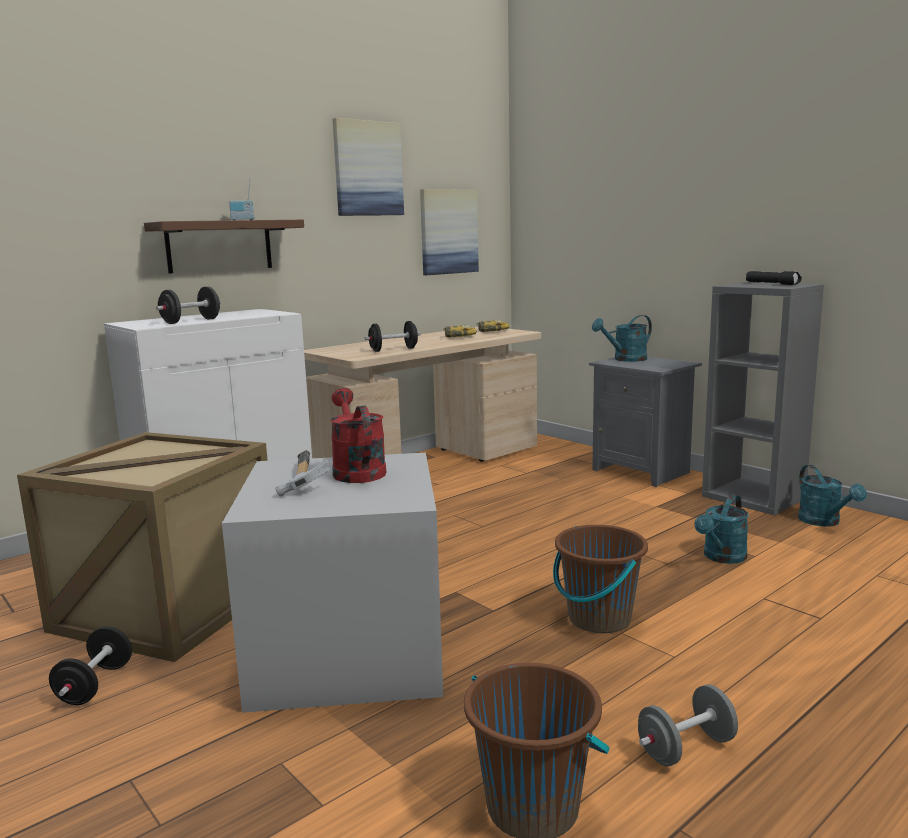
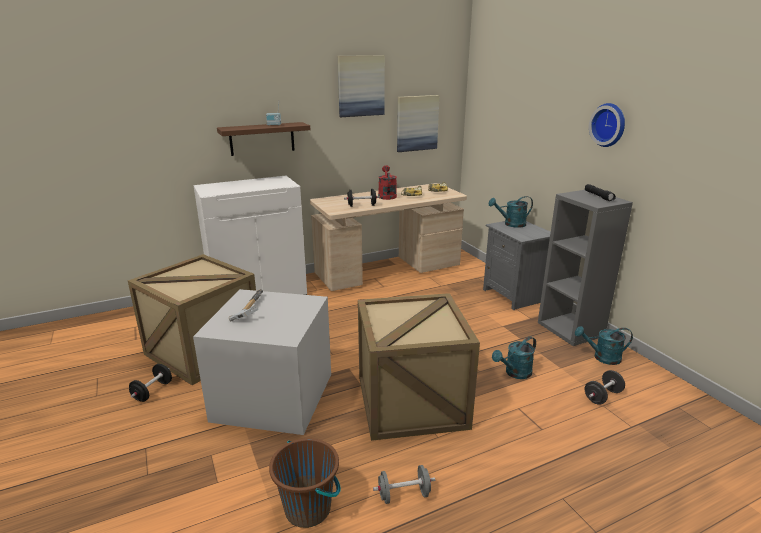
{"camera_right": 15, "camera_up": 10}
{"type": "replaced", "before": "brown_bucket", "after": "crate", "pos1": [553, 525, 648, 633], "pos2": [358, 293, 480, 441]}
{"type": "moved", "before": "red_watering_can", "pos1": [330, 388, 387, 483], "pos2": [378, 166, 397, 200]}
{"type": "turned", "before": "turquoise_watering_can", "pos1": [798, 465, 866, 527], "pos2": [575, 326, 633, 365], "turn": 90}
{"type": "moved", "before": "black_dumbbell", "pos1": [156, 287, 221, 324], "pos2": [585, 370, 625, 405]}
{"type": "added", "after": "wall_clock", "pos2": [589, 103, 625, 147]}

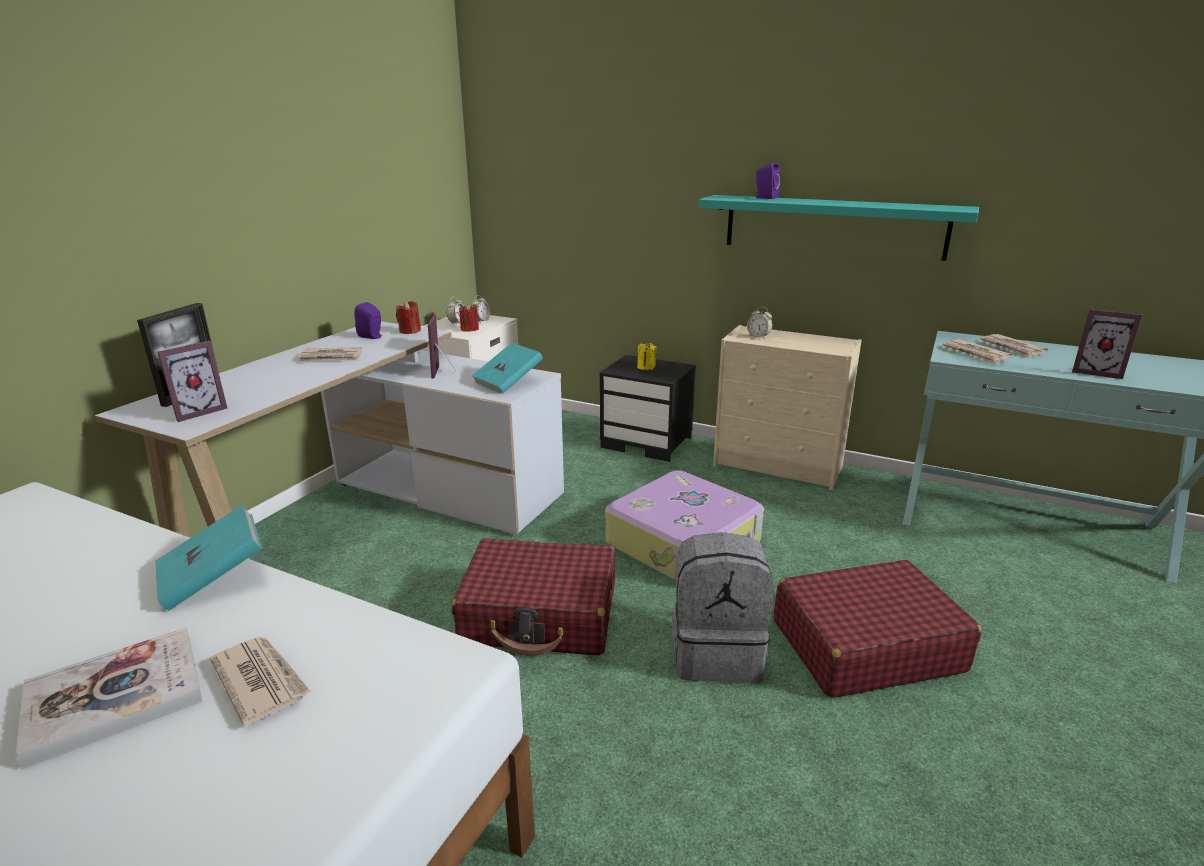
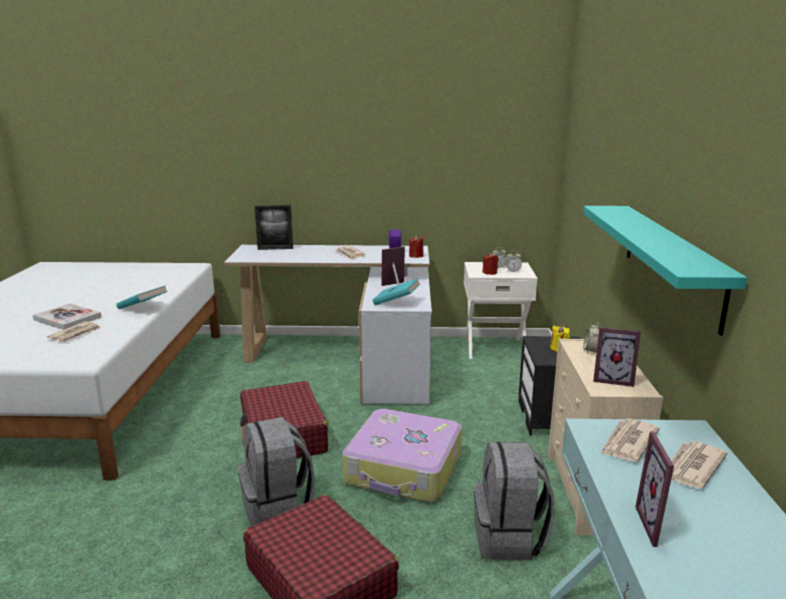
{"camera_right": 65, "camera_up": -5}
{"type": "added", "after": "grey_backpack", "pos2": [474, 442, 554, 560]}
{"type": "moved", "before": "picture_frame", "pos1": [158, 341, 227, 422], "pos2": [593, 327, 641, 387]}
{"type": "removed", "before": "purple_speaker", "pos1": [754, 163, 781, 199]}

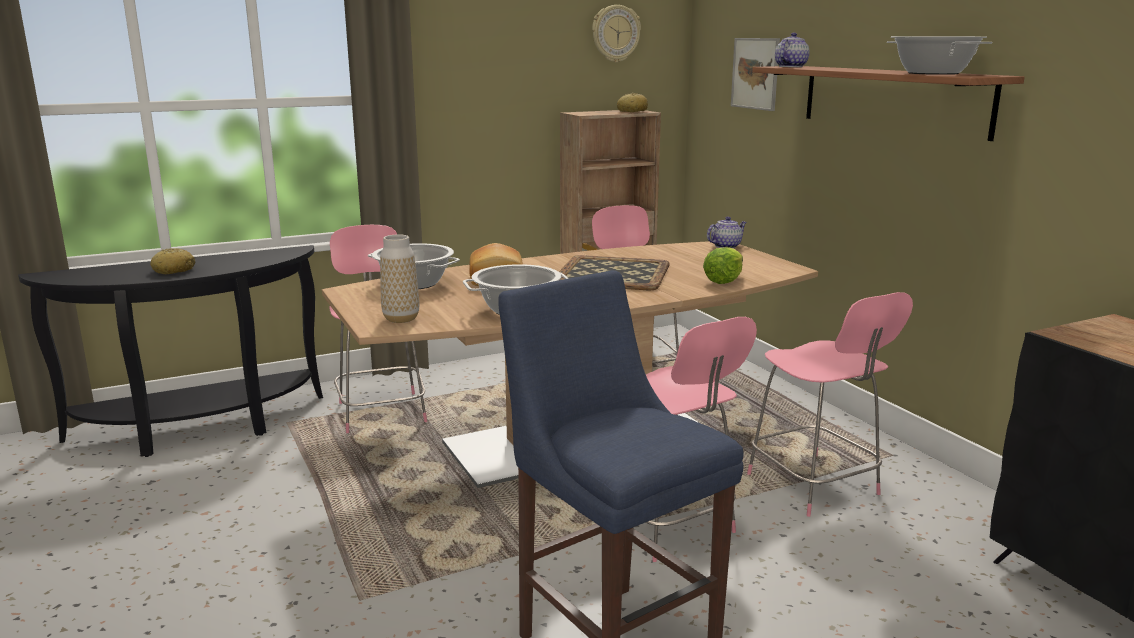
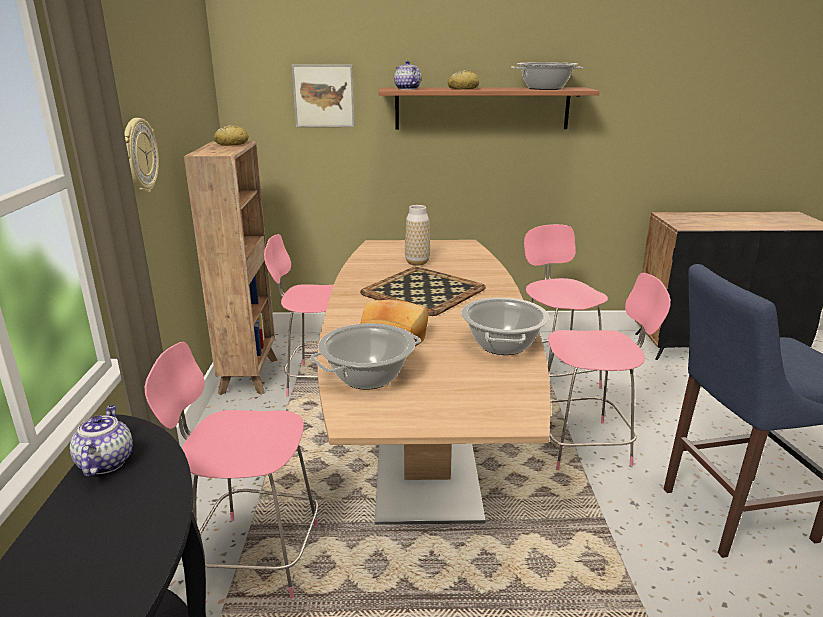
{"camera_right": -65, "camera_up": 5}
{"type": "moved", "before": "teapot", "pos1": [707, 217, 747, 248], "pos2": [70, 405, 133, 477]}
{"type": "moved", "before": "wall_clock", "pos1": [592, 5, 641, 63], "pos2": [124, 118, 159, 192]}
{"type": "moved", "before": "vase", "pos1": [380, 234, 419, 323], "pos2": [405, 205, 430, 266]}
{"type": "moved", "before": "bread", "pos1": [150, 248, 196, 274], "pos2": [448, 70, 479, 89]}
{"type": "turned", "before": "pink_chair", "pos1": [747, 292, 913, 517], "pos2": [524, 224, 608, 389], "turn": -105}
{"type": "removed", "before": "lettuce", "pos1": [703, 247, 743, 284]}

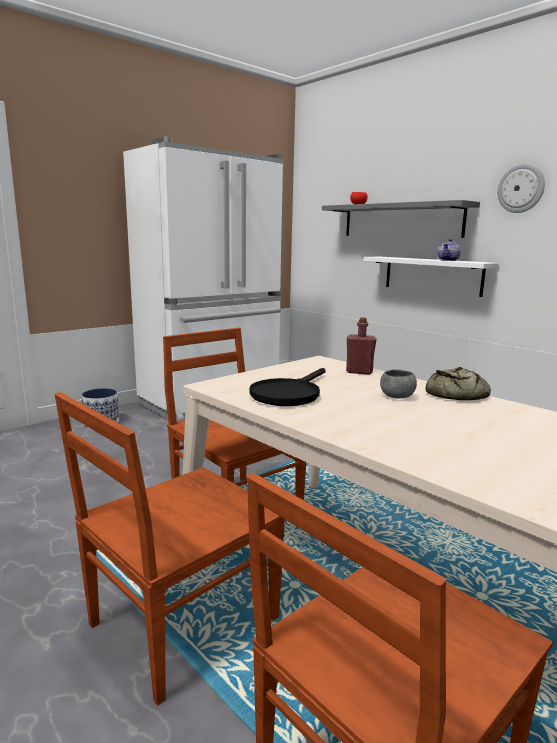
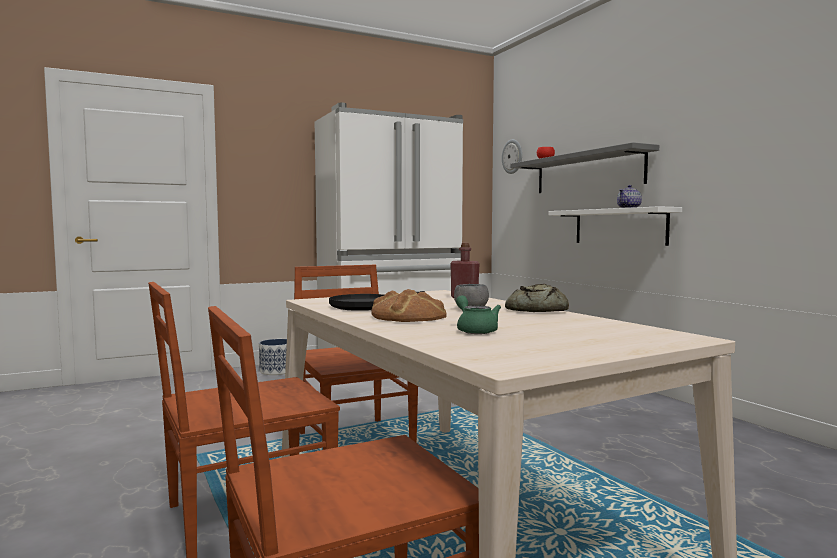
{"camera_right": 15, "camera_up": -10}
{"type": "added", "after": "bread", "pos2": [372, 289, 447, 322]}
{"type": "added", "after": "green_teapot", "pos2": [456, 295, 501, 334]}
{"type": "moved", "before": "wall_clock", "pos1": [497, 163, 545, 213], "pos2": [502, 139, 522, 174]}

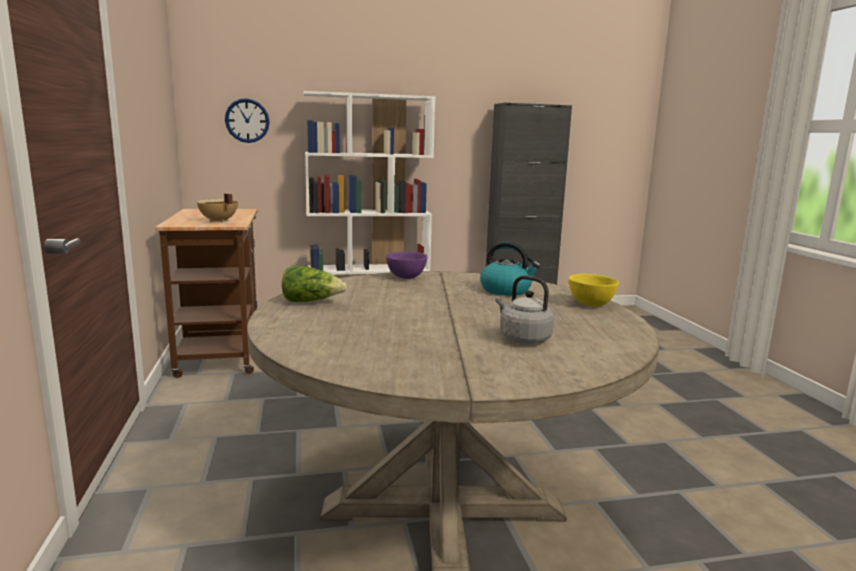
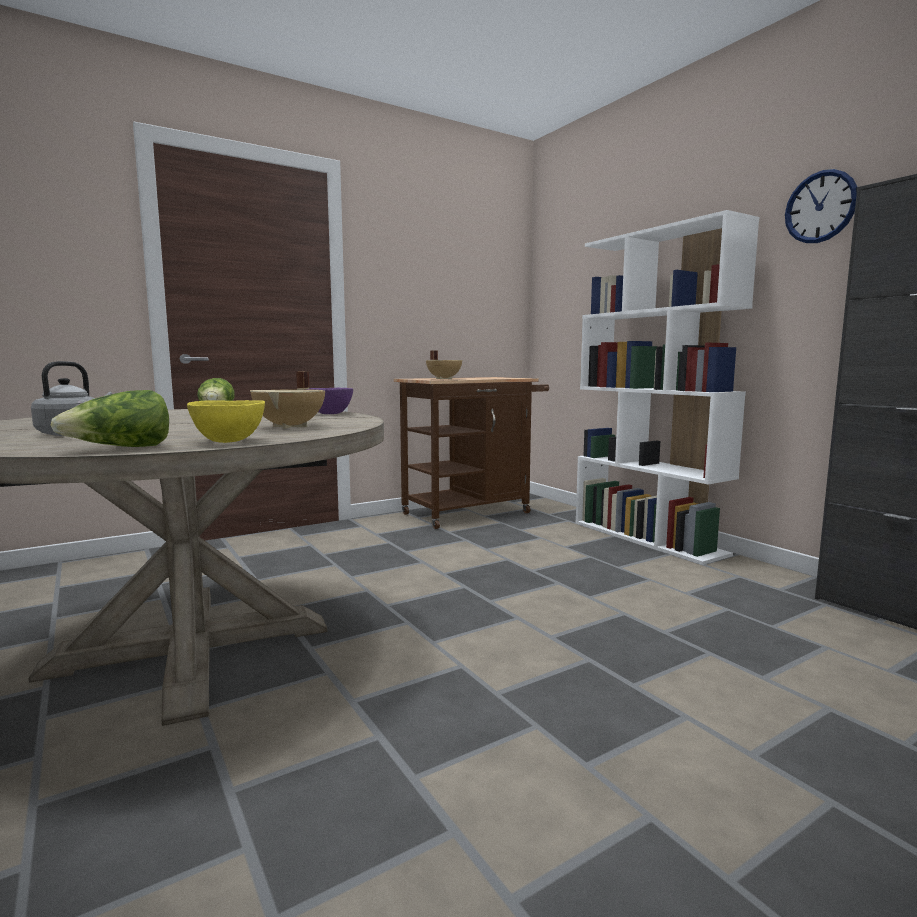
{"camera_right": 70, "camera_up": -5}
{"type": "added", "after": "lettuce", "pos2": [51, 390, 169, 447]}
{"type": "replaced", "before": "kettle", "after": "beige_cooking_pot", "pos1": [480, 242, 541, 296], "pos2": [250, 371, 325, 429]}
{"type": "moved", "before": "wall_clock", "pos1": [225, 98, 270, 143], "pos2": [785, 169, 857, 243]}

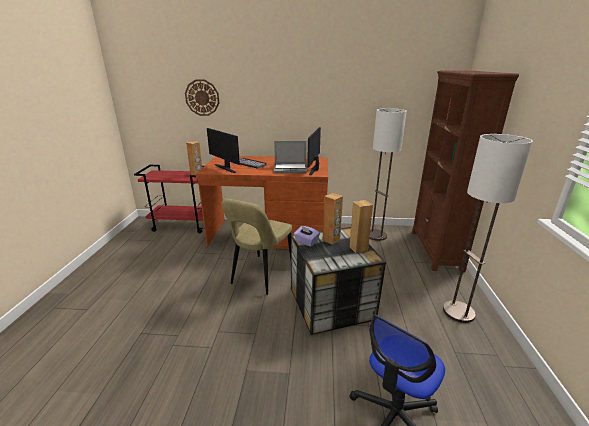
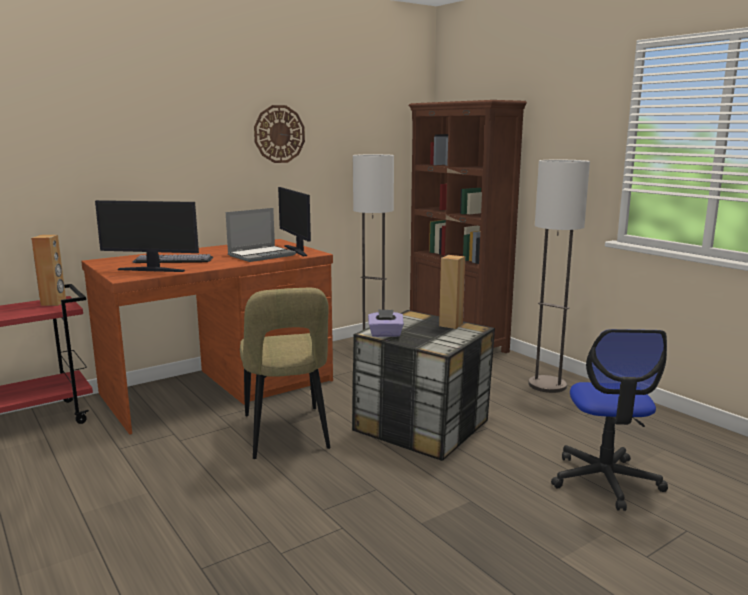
{"camera_right": -40, "camera_up": -10}
{"type": "moved", "before": "wall_clock", "pos1": [185, 80, 219, 116], "pos2": [254, 105, 305, 163]}
{"type": "removed", "before": "brown_speaker", "pos1": [322, 193, 343, 245]}

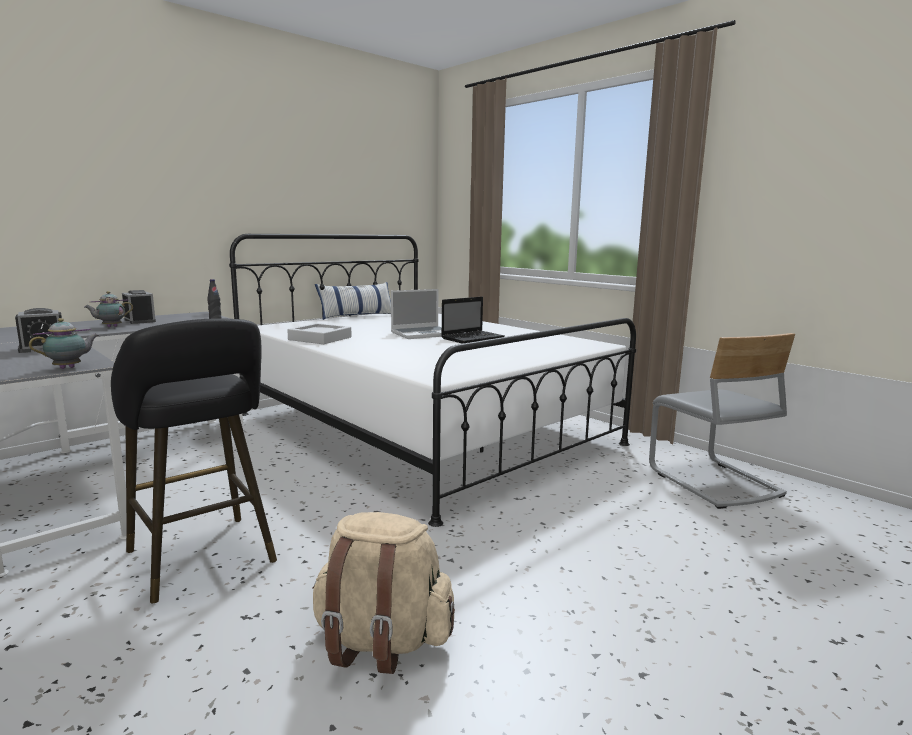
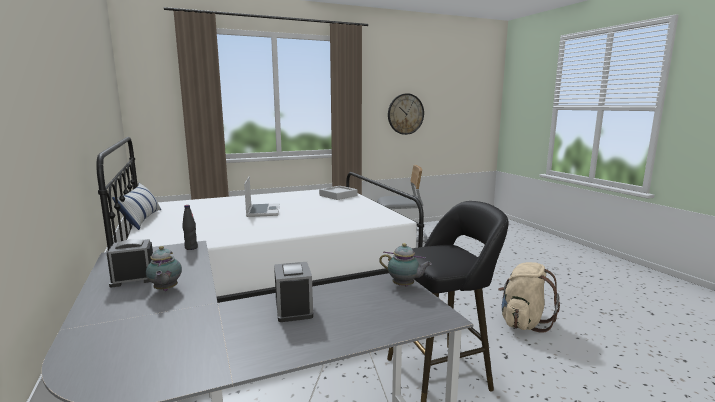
{"camera_right": -70, "camera_up": 0}
{"type": "moved", "before": "grey_tray", "pos1": [287, 323, 352, 344], "pos2": [319, 186, 358, 200]}
{"type": "turned", "before": "teapot", "pos1": [29, 318, 99, 369], "pos2": [379, 243, 432, 287], "turn": 135}
{"type": "added", "after": "wall_clock", "pos2": [388, 93, 424, 135]}
{"type": "removed", "before": "laptop", "pos1": [441, 297, 505, 344]}

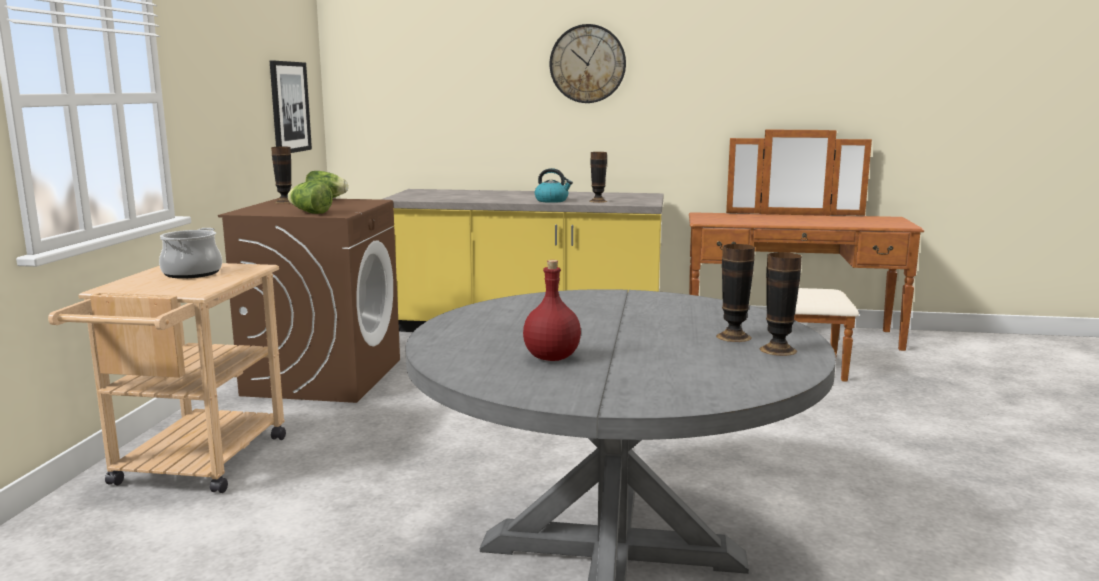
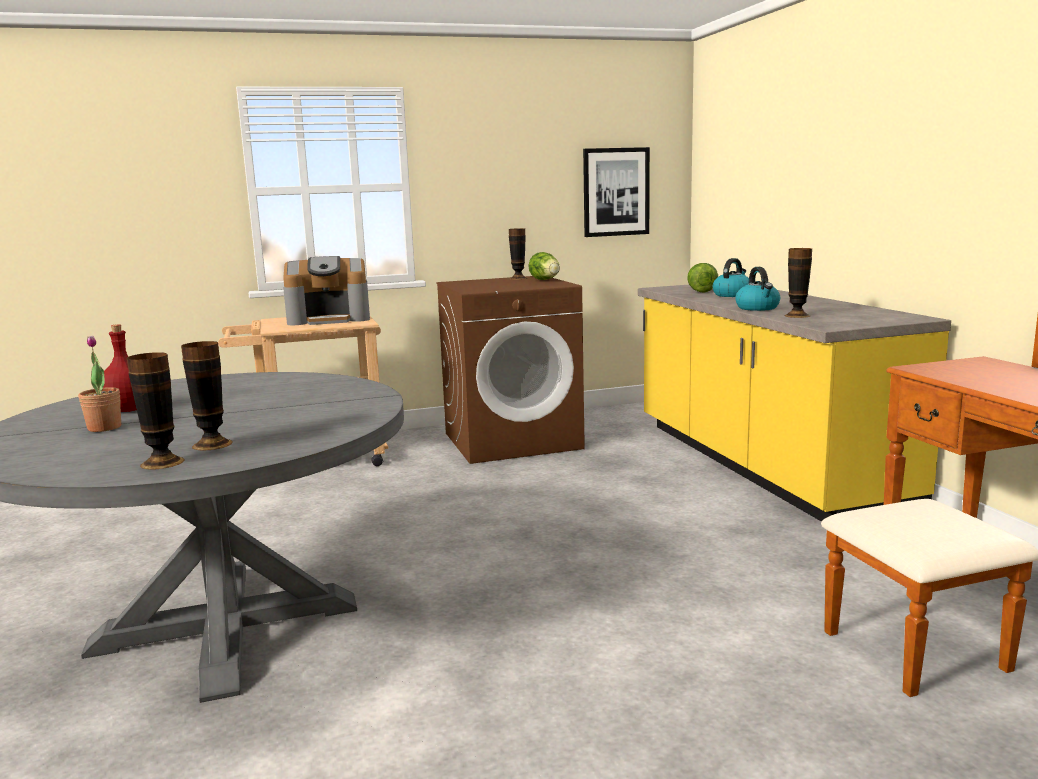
{"camera_right": 65, "camera_up": 0}
{"type": "added", "after": "potted_plant", "pos2": [78, 336, 121, 432]}
{"type": "replaced", "before": "cooking_pot", "after": "coffee_machine", "pos1": [159, 228, 222, 279], "pos2": [283, 256, 370, 325]}
{"type": "moved", "before": "lettuce", "pos1": [287, 181, 333, 214], "pos2": [687, 263, 718, 293]}
{"type": "added", "after": "kettle", "pos2": [713, 258, 749, 297]}
{"type": "removed", "before": "wall_clock", "pos1": [550, 24, 626, 103]}

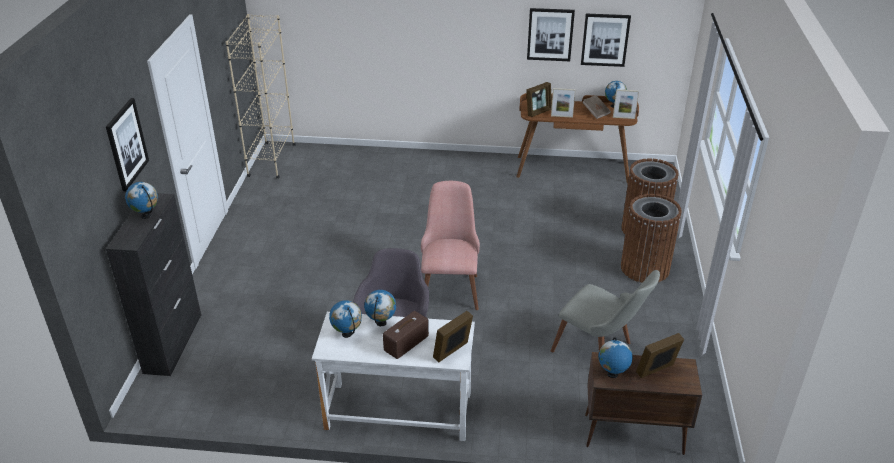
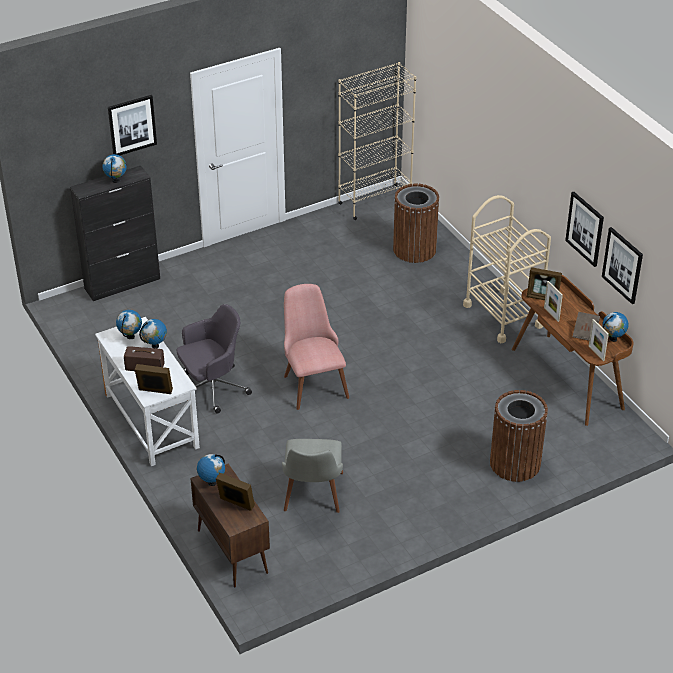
{"camera_right": 55, "camera_up": 5}
{"type": "turned", "before": "pink_chair", "pos1": [421, 181, 480, 310], "pos2": [284, 284, 349, 410], "turn": -75}
{"type": "moved", "before": "brown_trash_can", "pos1": [621, 194, 682, 283], "pos2": [393, 184, 439, 263]}
{"type": "added", "after": "beige_cart", "pos2": [463, 195, 551, 343]}

